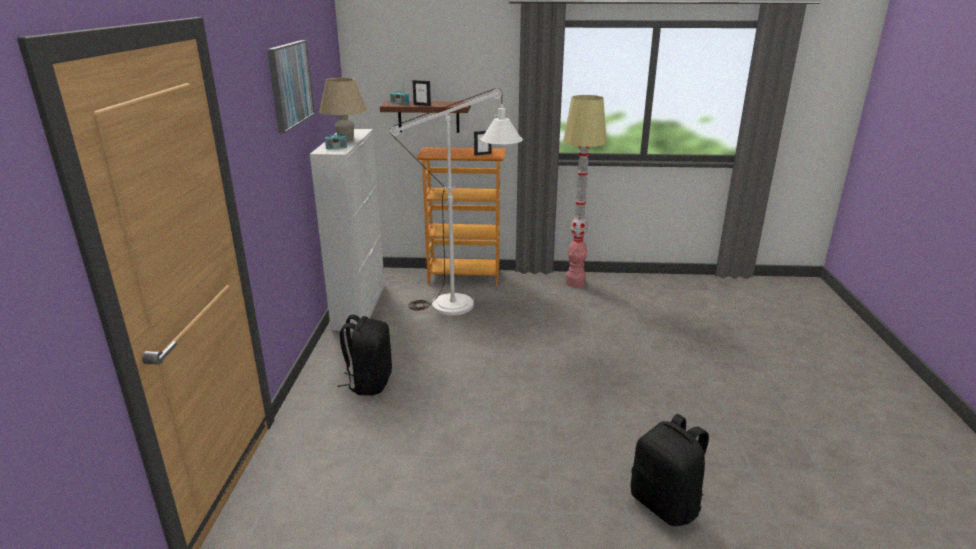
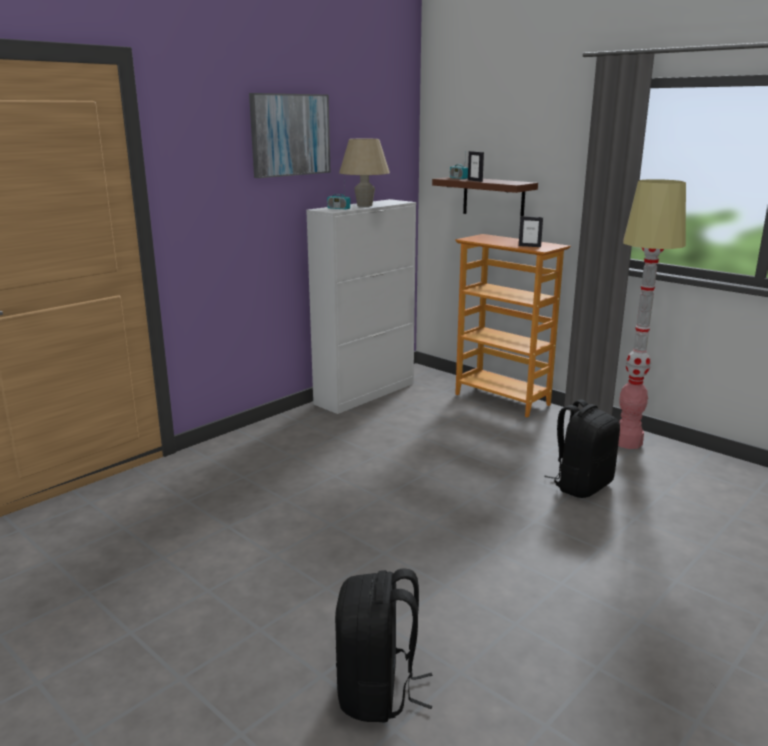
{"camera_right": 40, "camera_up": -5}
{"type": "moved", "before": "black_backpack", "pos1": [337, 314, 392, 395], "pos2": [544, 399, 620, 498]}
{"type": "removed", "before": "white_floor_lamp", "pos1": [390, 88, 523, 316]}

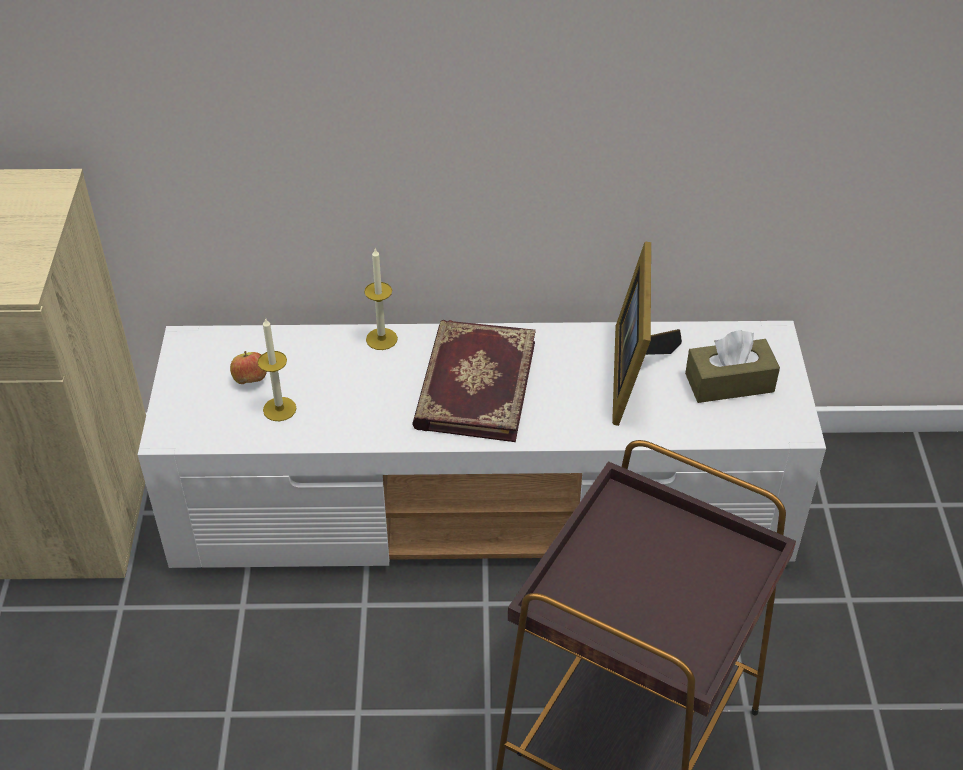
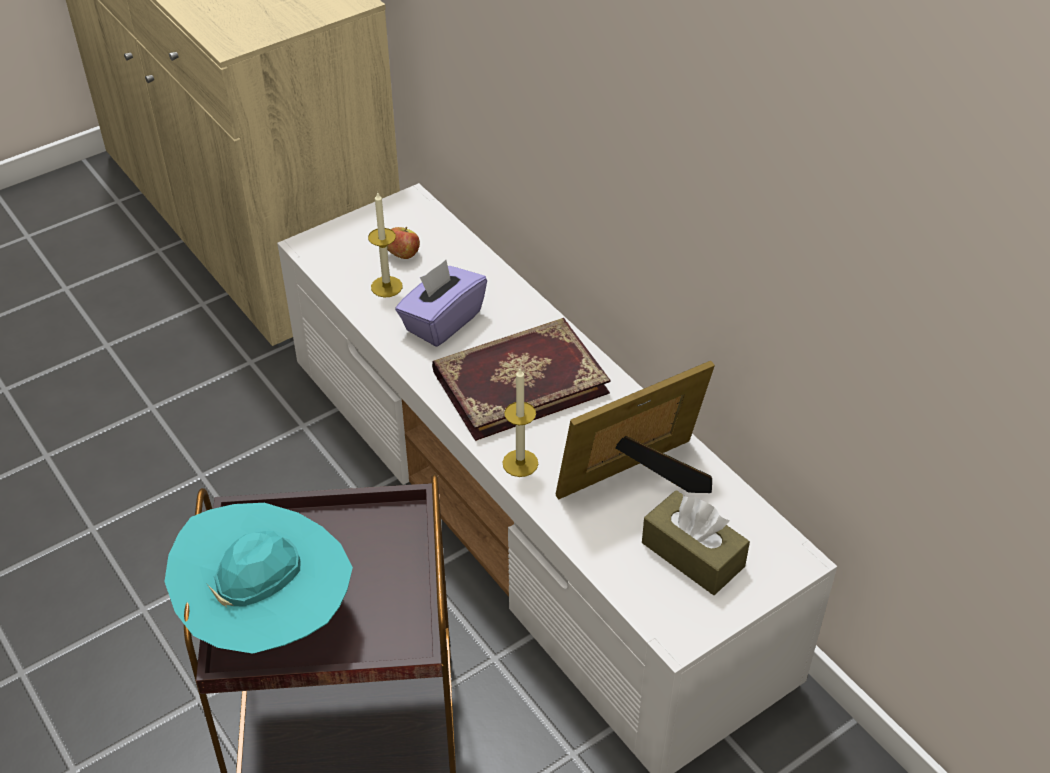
{"camera_right": 55, "camera_up": 0}
{"type": "added", "after": "turquoise_hat", "pos2": [164, 503, 353, 654]}
{"type": "added", "after": "purple_tissue_box", "pos2": [395, 260, 487, 347]}
{"type": "moved", "before": "candle", "pos1": [364, 249, 398, 350], "pos2": [502, 368, 538, 477]}

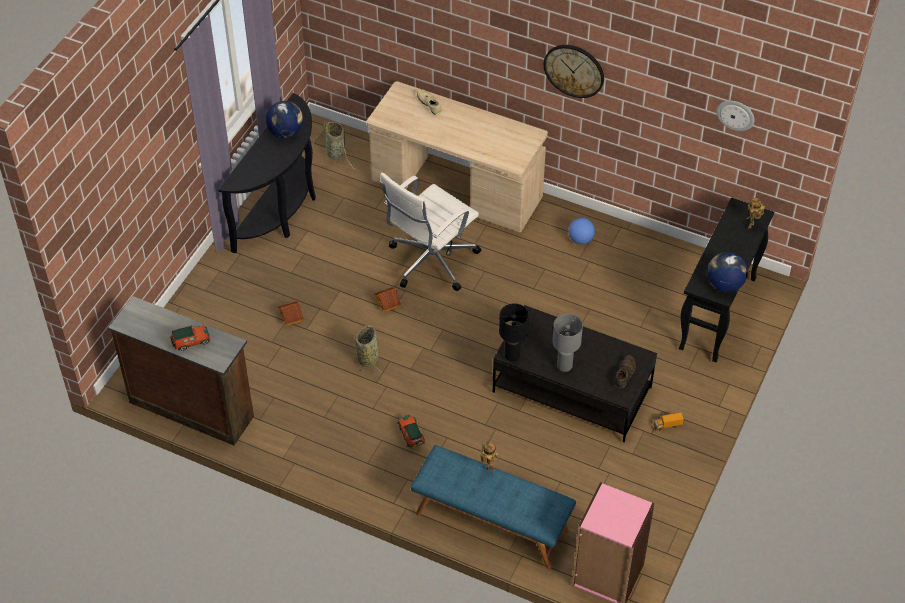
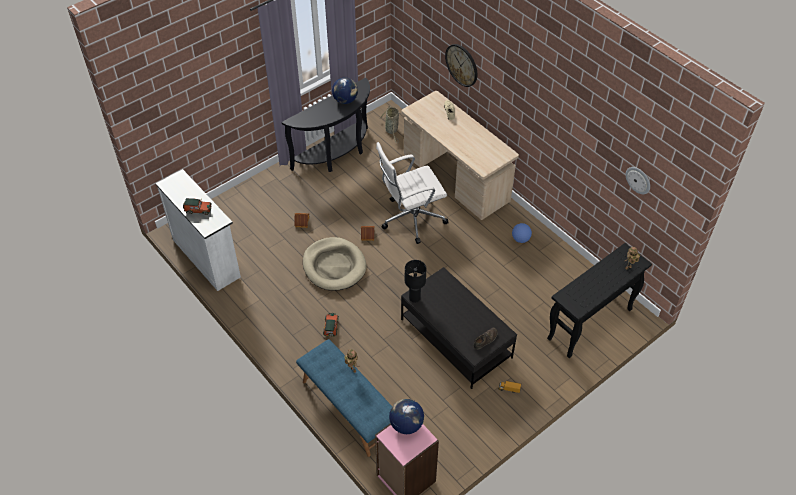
{"camera_right": 25, "camera_up": 0}
{"type": "recoloured", "before": "brown_dresser", "after": "white_dresser", "pos1": [108, 296, 254, 445], "pos2": [155, 169, 241, 291]}
{"type": "replaced", "before": "basket", "after": "beige_dog_bed", "pos1": [355, 325, 382, 378], "pos2": [303, 237, 366, 291]}
{"type": "moved", "before": "globe", "pos1": [707, 252, 748, 292], "pos2": [389, 399, 424, 434]}
{"type": "moved", "before": "wall_clock", "pos1": [543, 45, 604, 98], "pos2": [445, 44, 477, 87]}
{"type": "removed", "before": "grey_table_lamp", "pos1": [552, 314, 583, 372]}

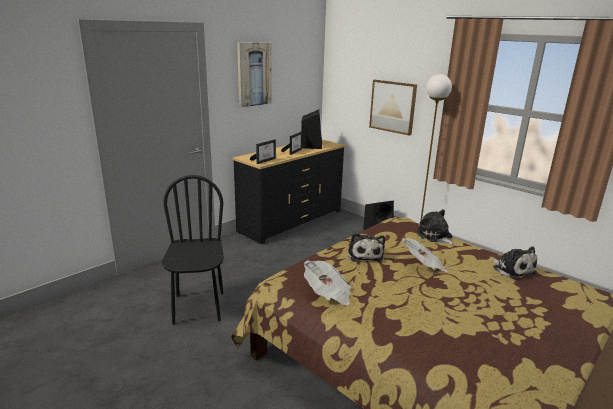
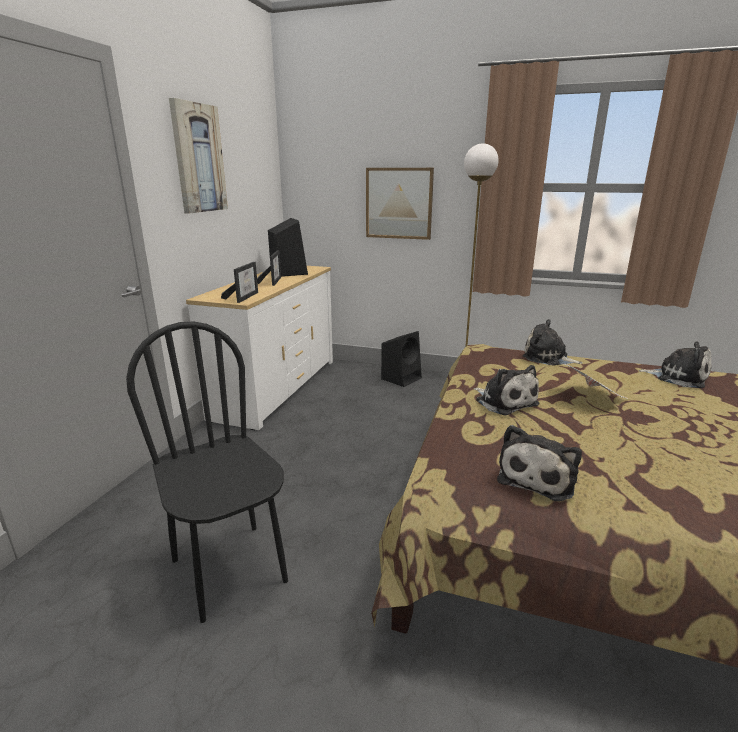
{"camera_right": -25, "camera_up": 0}
{"type": "recoloured", "before": "black_dresser", "after": "white_dresser", "pos1": [233, 139, 345, 244], "pos2": [186, 266, 333, 430]}
{"type": "replaced", "before": "newspaper", "after": "plush_toy", "pos1": [304, 260, 351, 306], "pos2": [497, 425, 582, 501]}

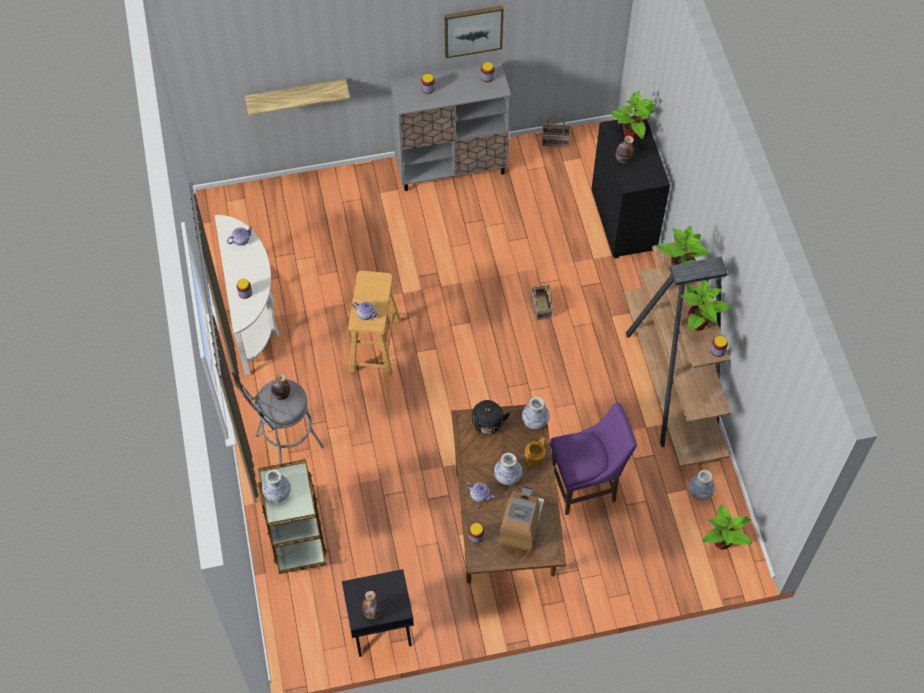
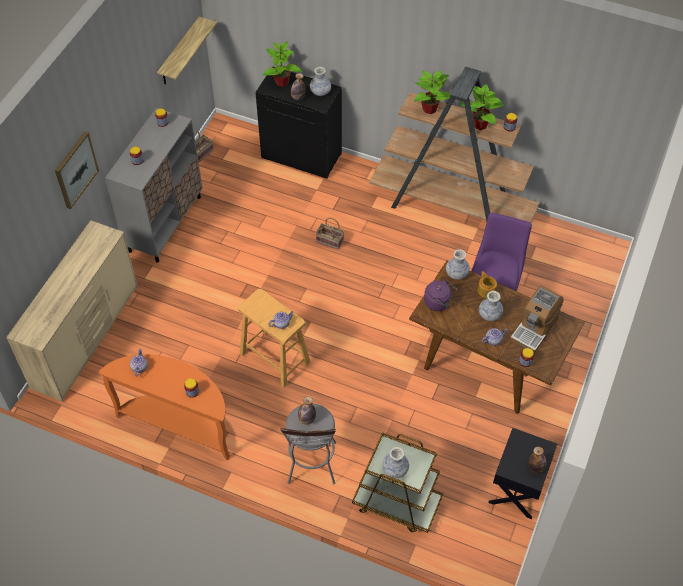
{"camera_right": -55, "camera_up": -5}
{"type": "added", "after": "beige_dresser", "pos2": [6, 220, 138, 402]}
{"type": "moved", "before": "picture", "pos1": [445, 6, 504, 58], "pos2": [55, 132, 99, 209]}
{"type": "recoloured", "before": "white_console_table", "after": "orange_console_table", "pos1": [215, 215, 279, 376], "pos2": [98, 354, 230, 460]}
{"type": "moved", "before": "shelf", "pos1": [245, 79, 350, 115], "pos2": [157, 17, 217, 84]}
{"type": "moved", "before": "vase", "pos1": [688, 470, 715, 500], "pos2": [310, 67, 331, 96]}
{"type": "recoloured", "before": "black_kettle", "after": "purple_kettle", "pos1": [472, 400, 510, 434], "pos2": [424, 279, 457, 311]}
{"type": "turned", "before": "coffee_machine", "pos1": [499, 486, 544, 551], "pos2": [510, 286, 564, 353], "turn": -105}
{"type": "removed", "before": "potted_plant", "pos1": [703, 505, 752, 550]}

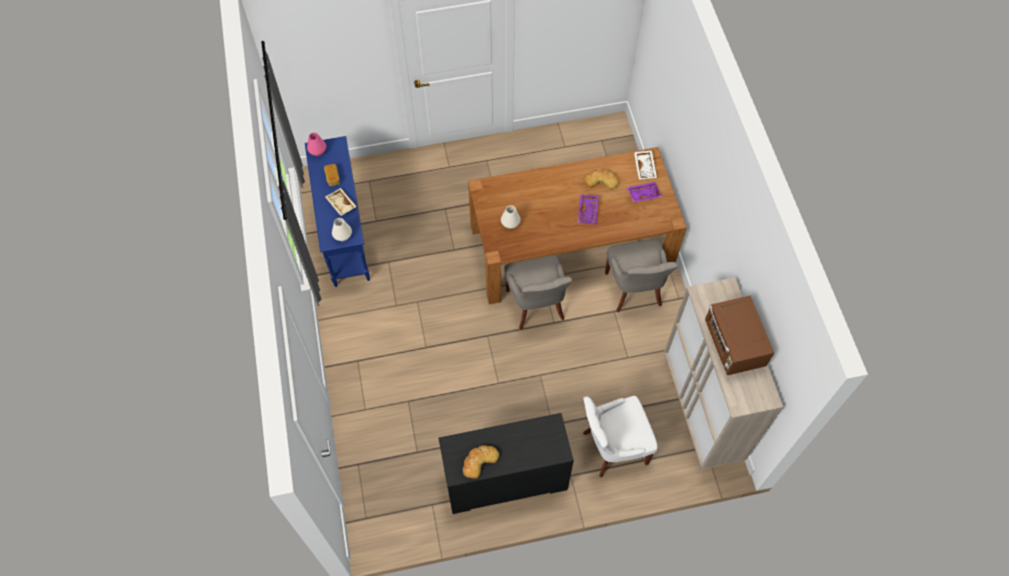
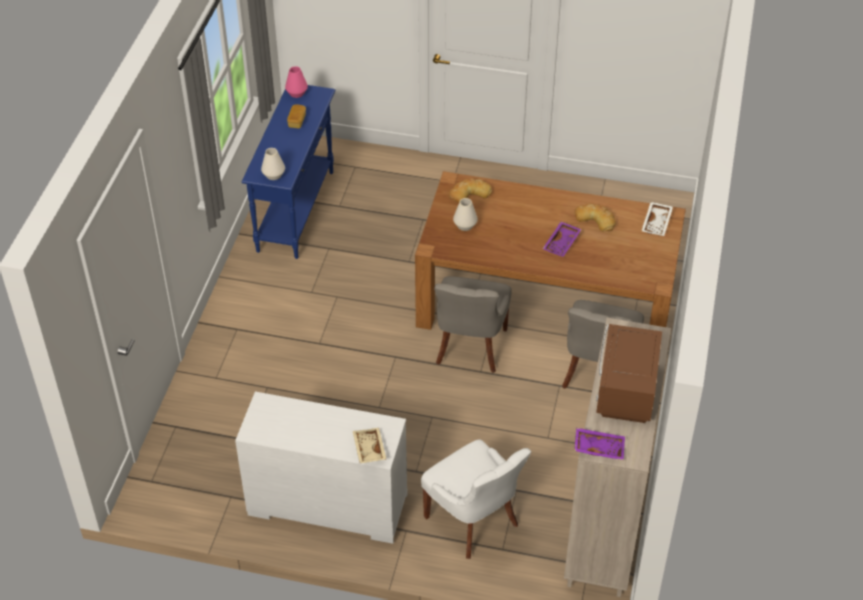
{"camera_right": 25, "camera_up": -15}
{"type": "recoloured", "before": "black_dresser", "after": "white_dresser", "pos1": [439, 413, 574, 514], "pos2": [235, 392, 408, 544]}
{"type": "moved", "before": "beige_tray", "pos1": [325, 188, 357, 216], "pos2": [353, 428, 386, 463]}
{"type": "turned", "before": "white_chair", "pos1": [583, 396, 658, 477], "pos2": [421, 439, 532, 559], "turn": -135}
{"type": "moved", "before": "bread", "pos1": [463, 445, 499, 479], "pos2": [449, 178, 492, 203]}
{"type": "moved", "before": "purple_tray", "pos1": [627, 182, 662, 202], "pos2": [574, 428, 625, 460]}

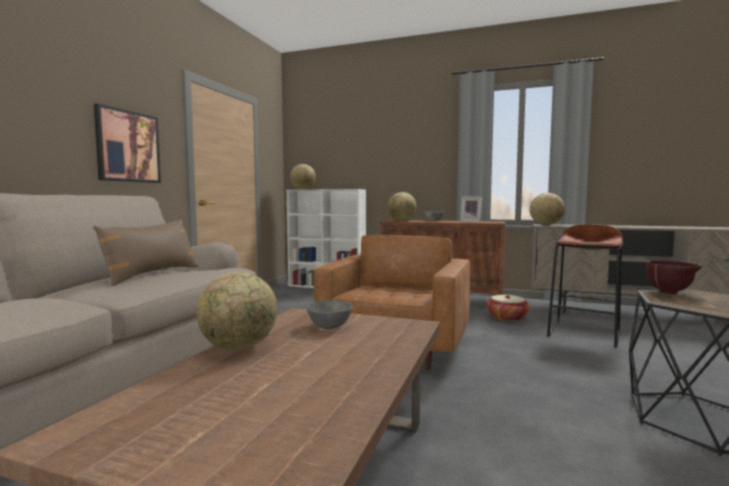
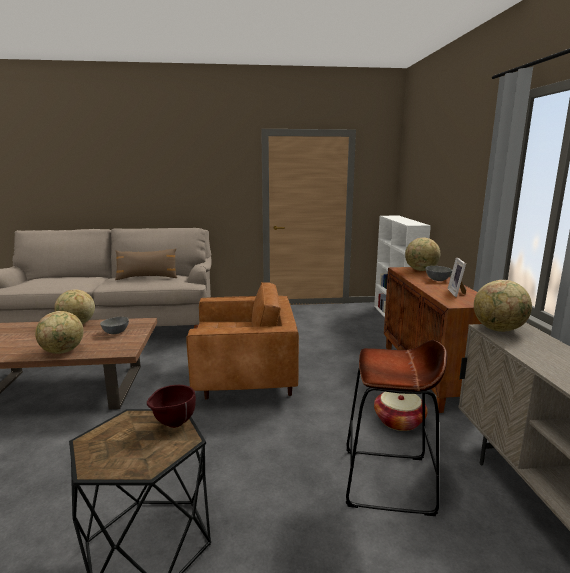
{"camera_right": 65, "camera_up": 10}
{"type": "moved", "before": "globe", "pos1": [290, 164, 316, 190], "pos2": [35, 311, 84, 354]}
{"type": "removed", "before": "picture", "pos1": [94, 103, 161, 183]}

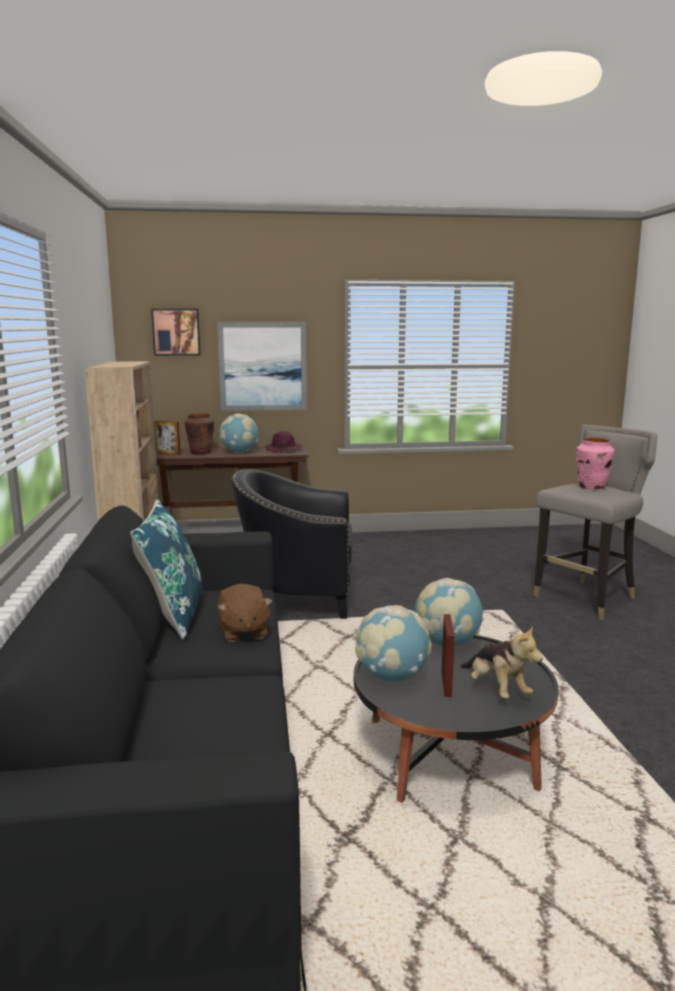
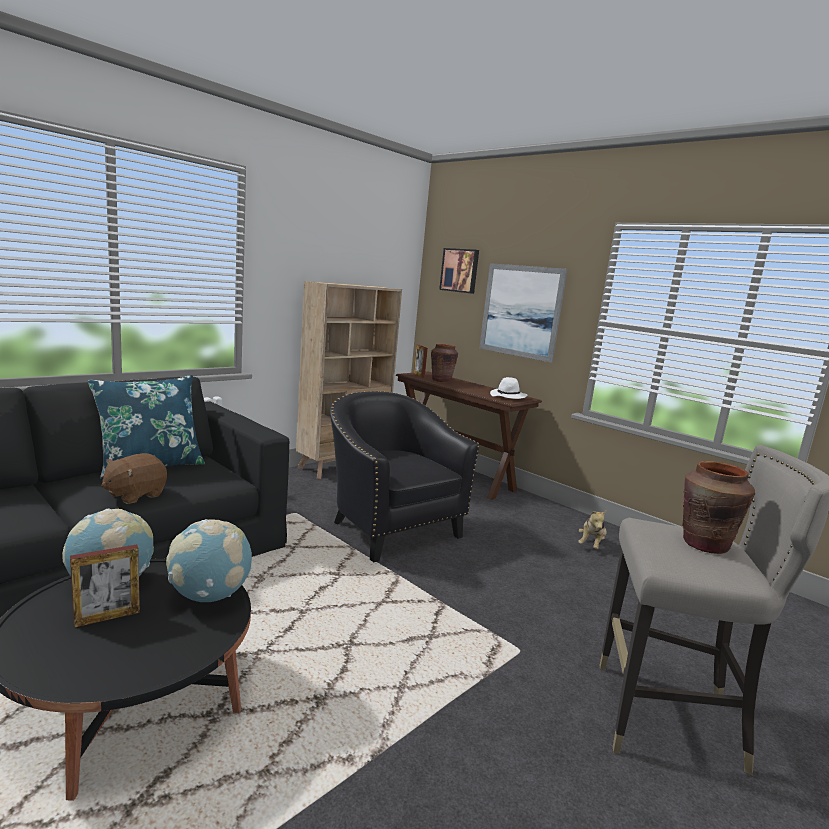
{"camera_right": 50, "camera_up": 0}
{"type": "recoloured", "before": "purple_hat", "after": "white_hat", "pos1": [264, 431, 303, 453], "pos2": [490, 377, 528, 399]}
{"type": "moved", "before": "plush_toy", "pos1": [461, 625, 543, 698], "pos2": [578, 510, 607, 549]}
{"type": "recoloured", "before": "pink_vase", "after": "brown_vase", "pos1": [576, 438, 615, 490], "pos2": [682, 461, 755, 554]}
{"type": "removed", "before": "globe", "pos1": [220, 413, 258, 453]}

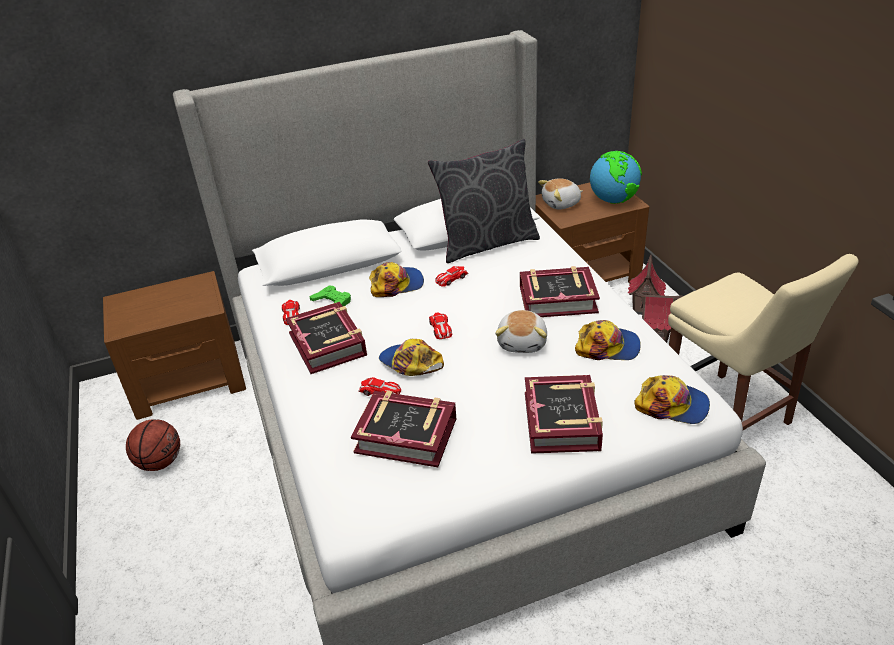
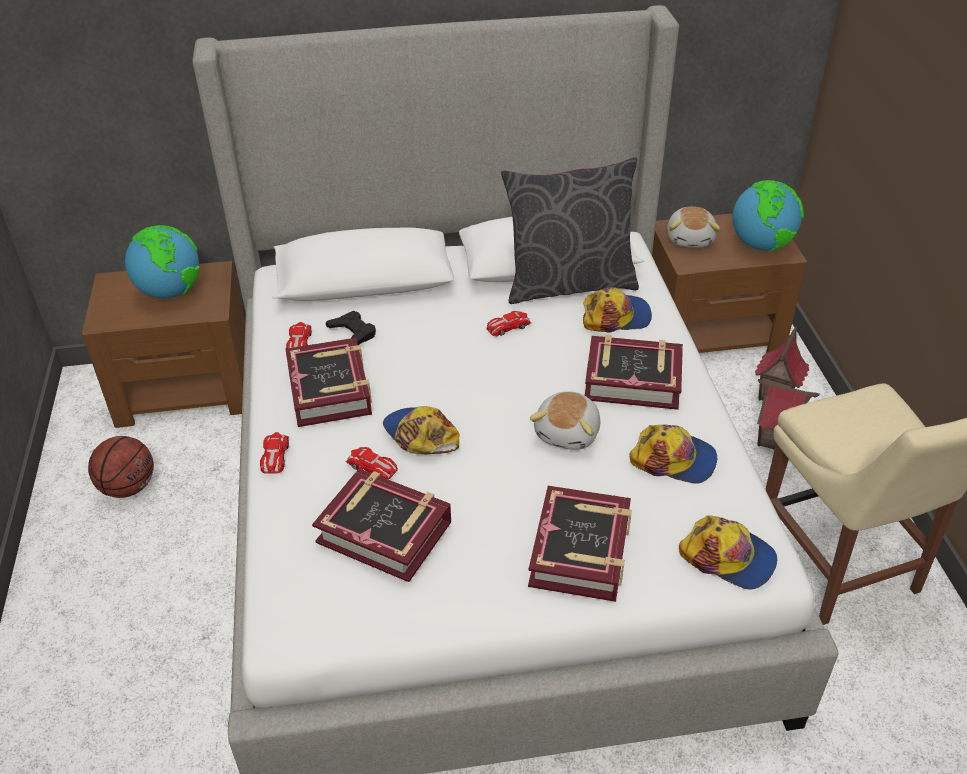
{"camera_right": 10, "camera_up": 5}
{"type": "added", "after": "globe", "pos2": [125, 225, 200, 298]}
{"type": "moved", "before": "toy_car", "pos1": [429, 312, 452, 339], "pos2": [260, 432, 289, 474]}
{"type": "recoloured", "before": "green_game_controller", "after": "black_game_controller", "pos1": [310, 286, 351, 306], "pos2": [326, 311, 376, 345]}
{"type": "moved", "before": "cap", "pos1": [369, 262, 424, 297], "pos2": [583, 287, 652, 333]}
{"type": "turned", "before": "plush_toy", "pos1": [538, 178, 582, 209], "pos2": [667, 207, 720, 247], "turn": -75}

